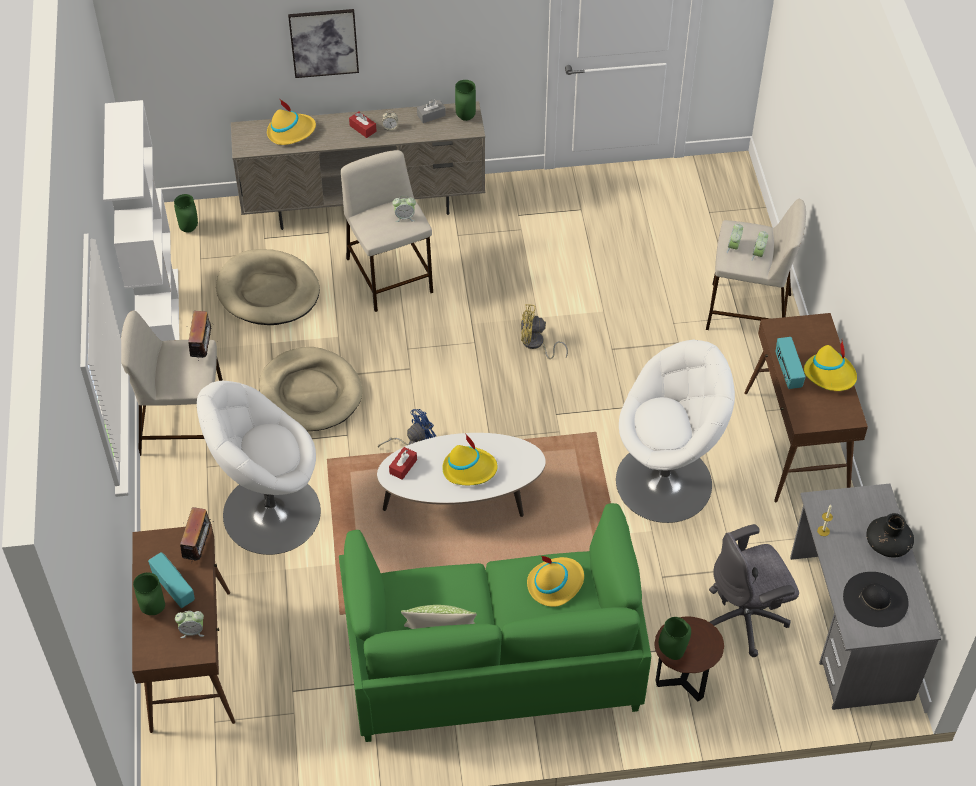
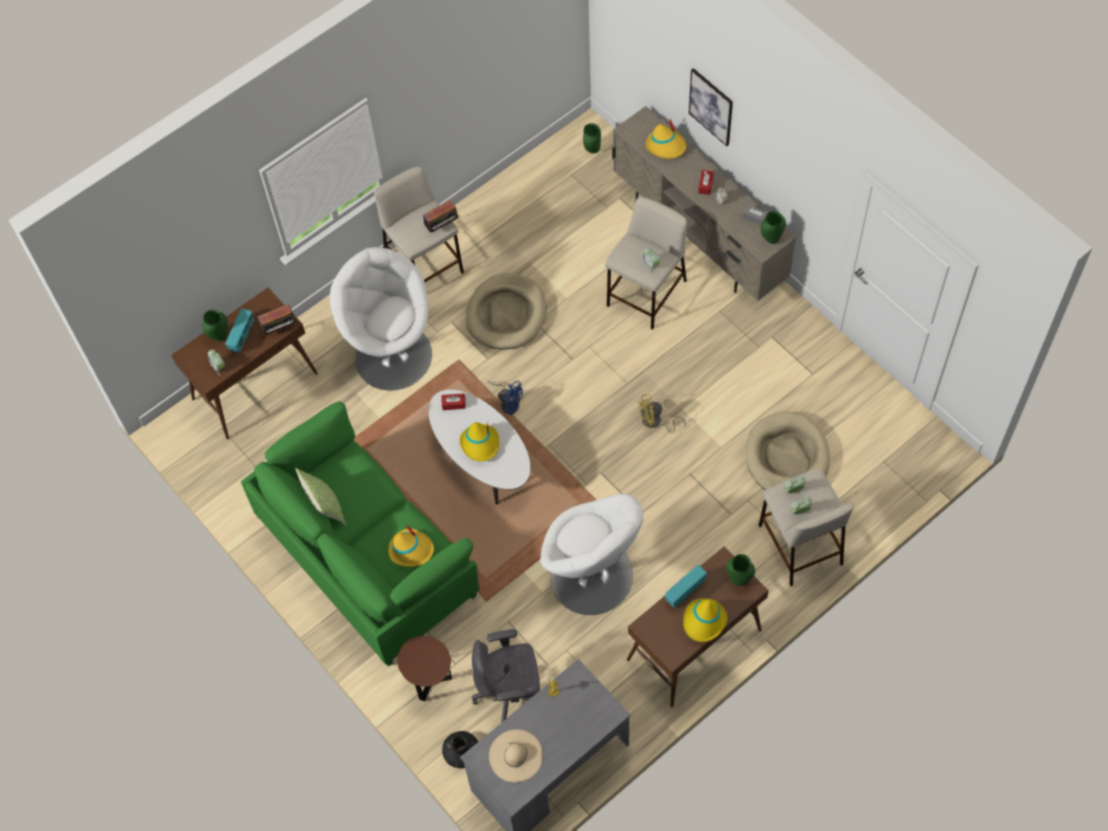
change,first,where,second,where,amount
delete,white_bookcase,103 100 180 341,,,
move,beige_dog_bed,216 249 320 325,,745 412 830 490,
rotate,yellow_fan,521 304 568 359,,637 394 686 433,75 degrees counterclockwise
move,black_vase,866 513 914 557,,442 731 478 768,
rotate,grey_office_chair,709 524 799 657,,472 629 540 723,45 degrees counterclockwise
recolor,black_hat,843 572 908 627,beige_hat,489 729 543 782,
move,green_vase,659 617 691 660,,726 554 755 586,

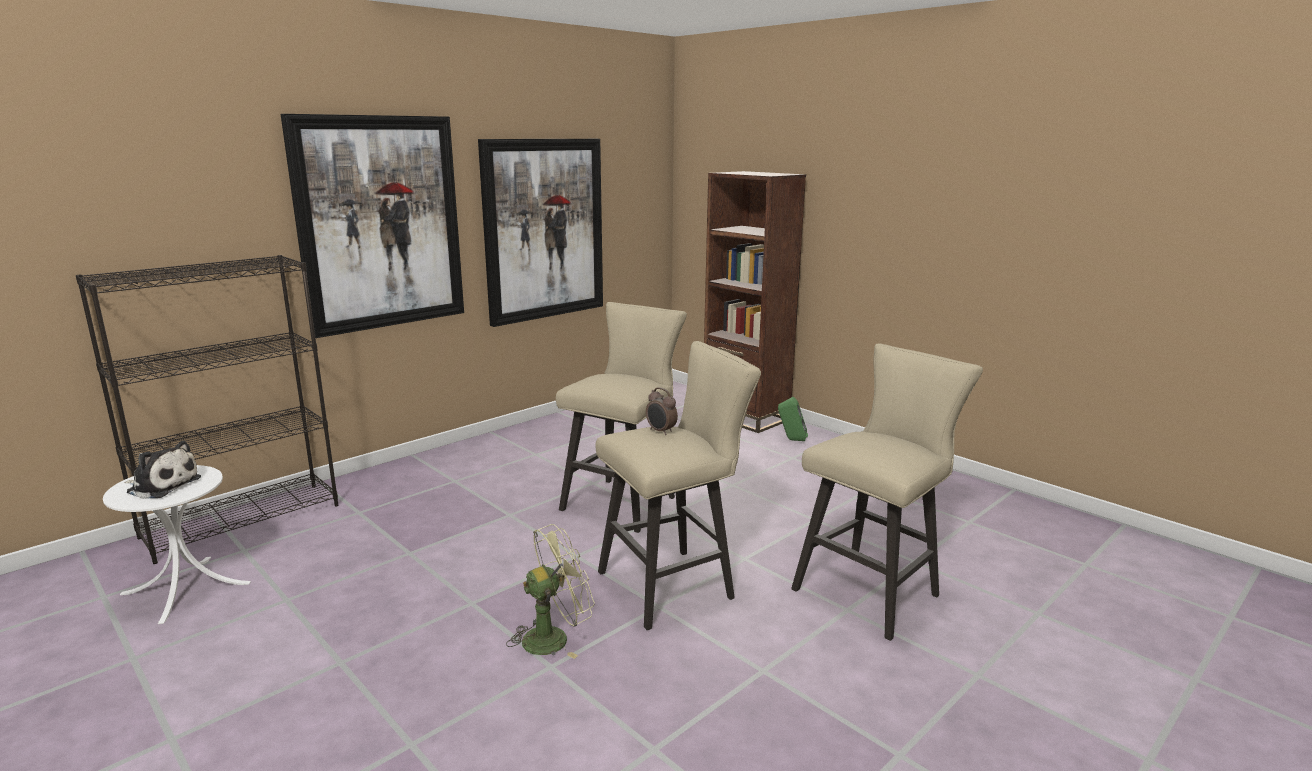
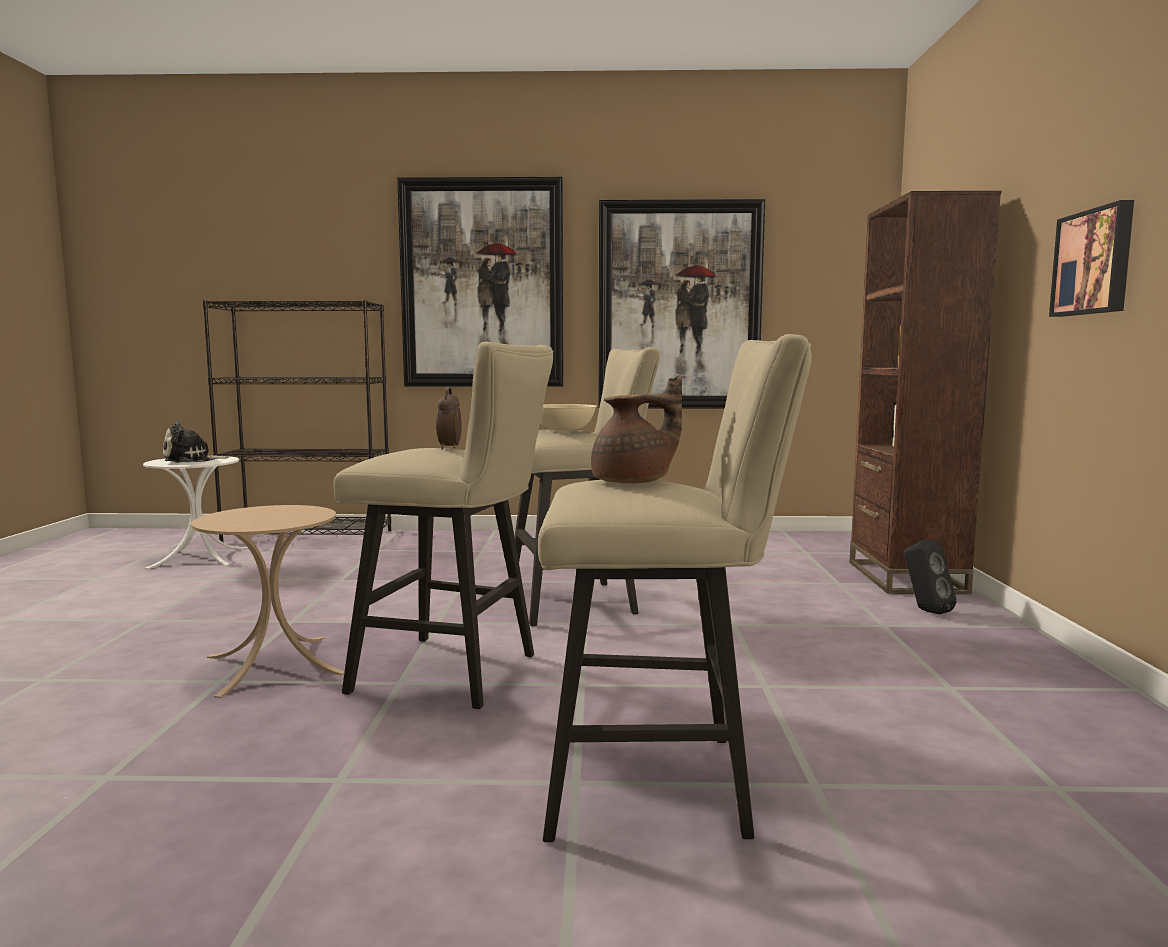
change,first,where,second,where,amount
recolor,green_speaker,778 397 808 441,black_speaker,904 539 956 614,
rotate,plush_toy,124 440 201 499,,163 421 229 463,90 degrees clockwise
replace,green_fan,506 524 595 659,beige_side_table,191 505 345 698,
insert,,,picture,1049 200 1134 317,
insert,,,brown_teapot,591 376 682 483,
insert,,,beige_bowl,540 404 597 431,

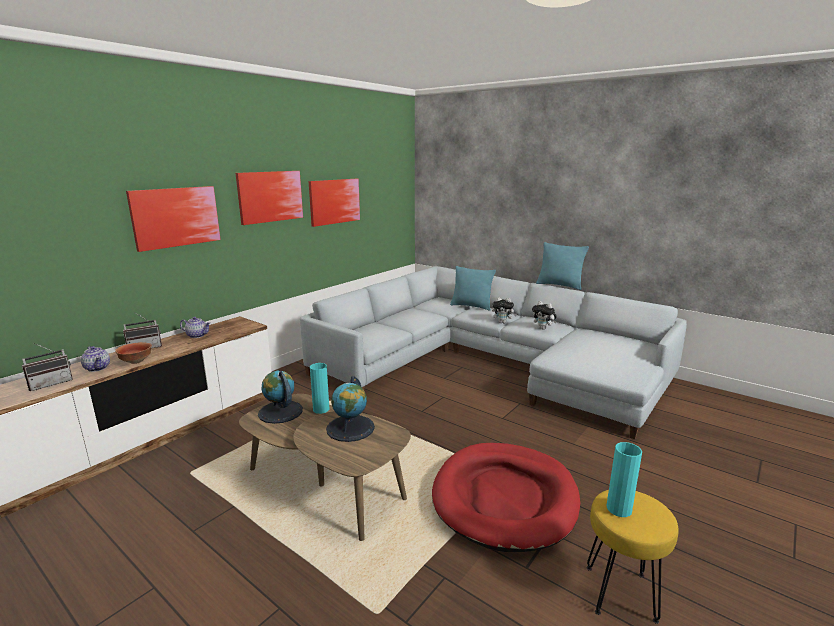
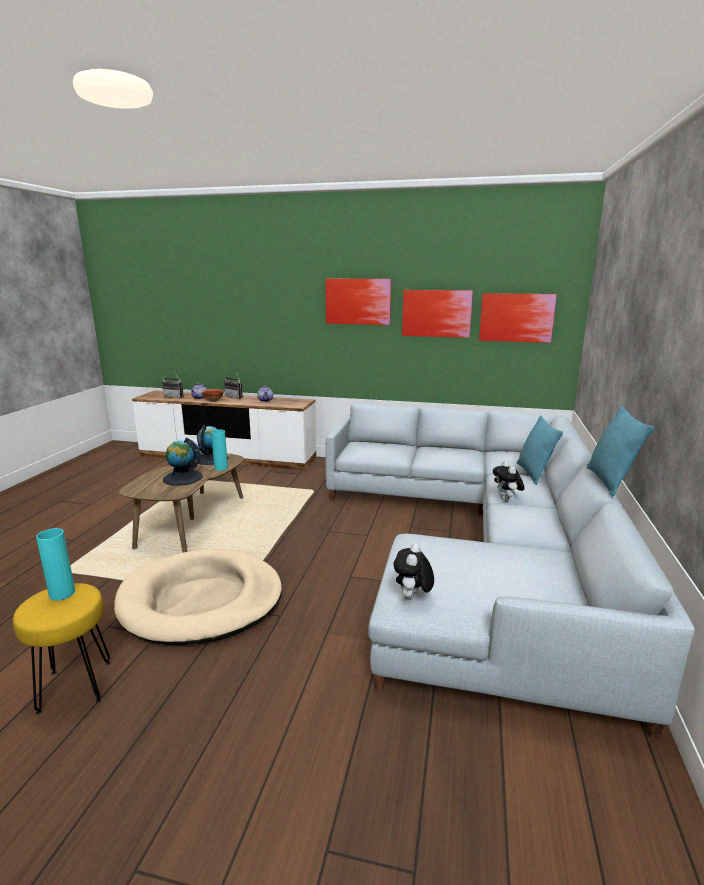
change,first,where,second,where,amount
move,picture,126 186 221 252,,479 293 557 343,
move,plush_toy,532 301 557 330,,394 543 434 600,
recolor,red_dog_bed,432 443 580 552,beige_dog_bed,114 549 282 645,

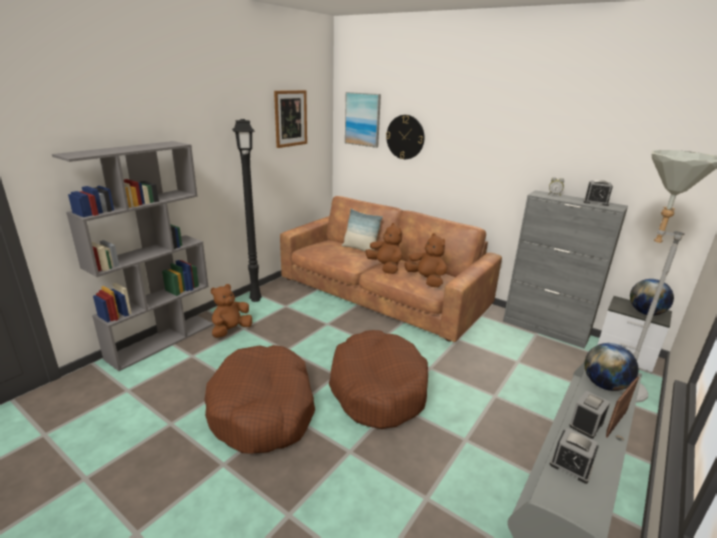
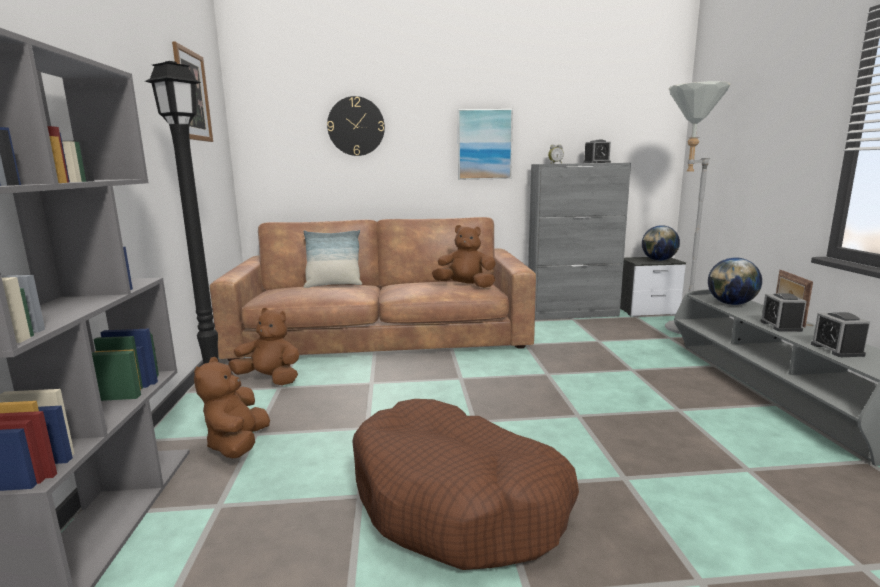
change,first,where,second,where,amount
move,picture,345 92 381 148,,458 109 513 180,
move,brown_plush_toy,366 223 402 274,,228 308 299 385,
delete,brown_dog_bed,329 330 428 429,,,
rotate,alarm_clock,550 428 599 484,,811 312 870 357,90 degrees clockwise

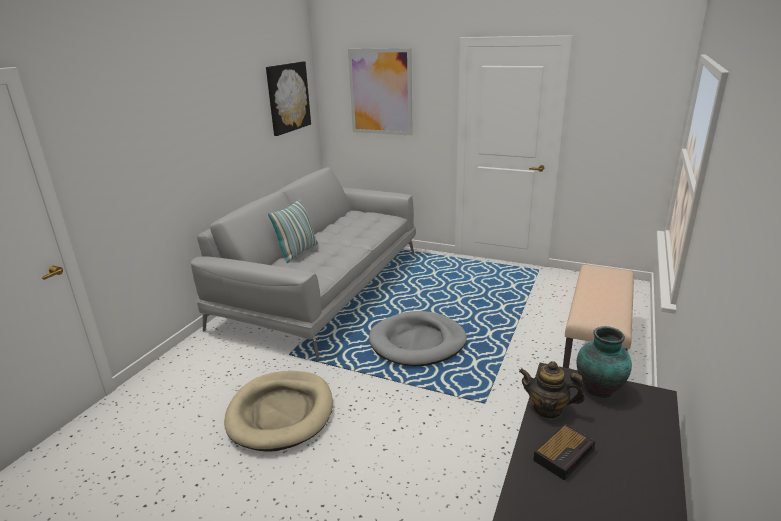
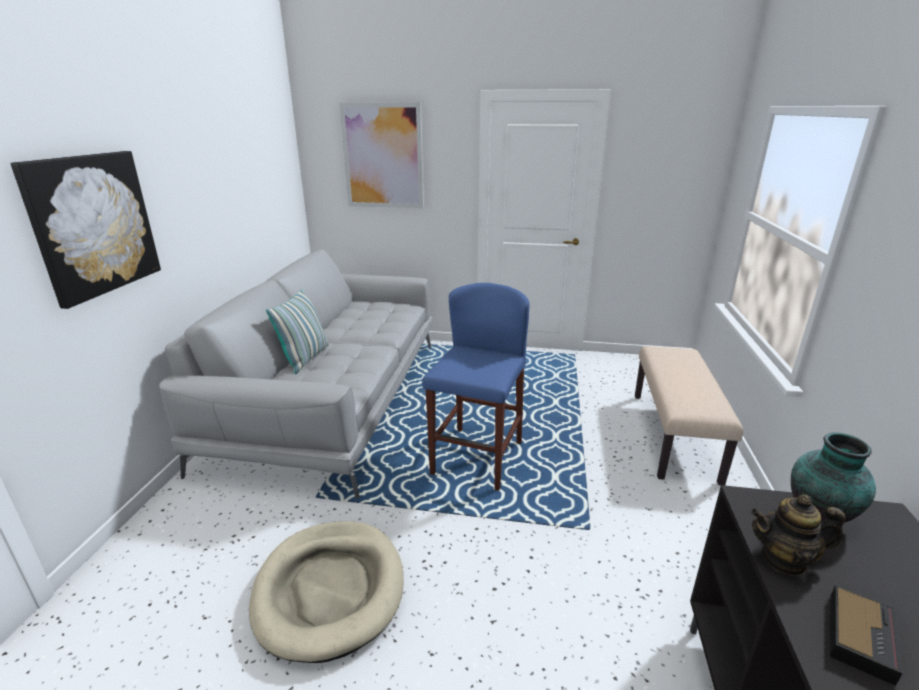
change,first,where,second,where,amount
move,picture,266 61 311 136,,11 151 161 309,
replace,grey_dog_bed,369 311 467 366,blue_stool,422 283 530 491,

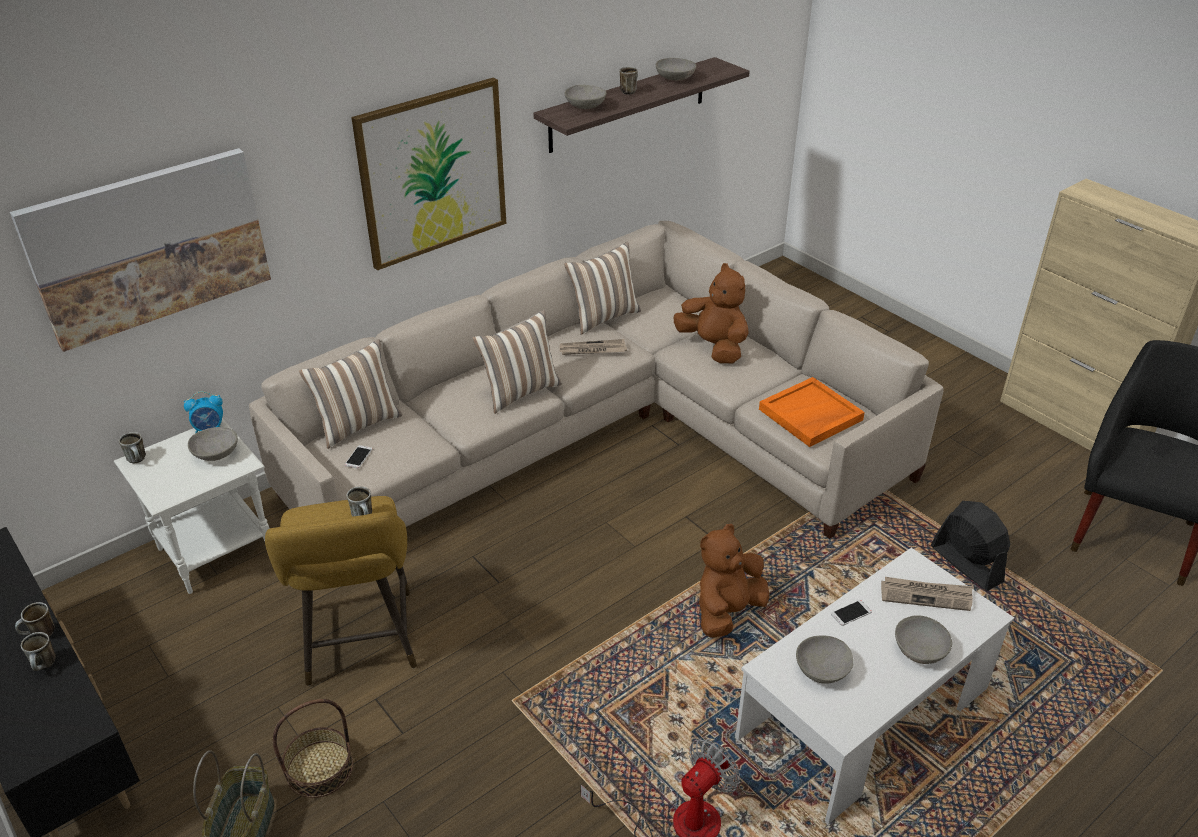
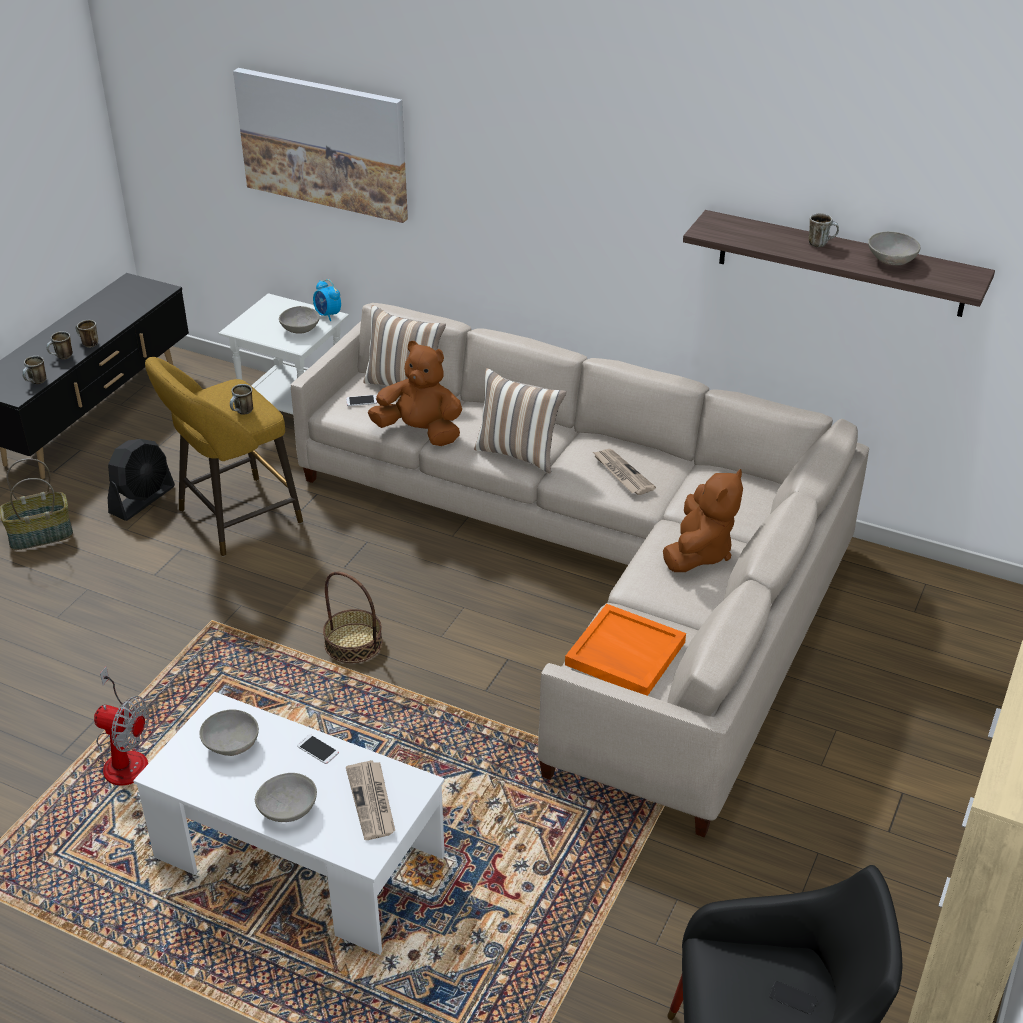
change,first,where,second,where,amount
delete,picture,351 77 506 270,,,
delete,grey_bowl,565 85 606 109,,,
delete,pillow,564 242 641 335,,,
move,mug,119 432 146 464,,22 356 46 384,
move,black_fan,931 501 1010 591,,108 439 175 521,
move,brown_plush_toy,699 524 770 638,,368 341 462 446,
move,basket,273 699 353 798,,323 571 383 663,

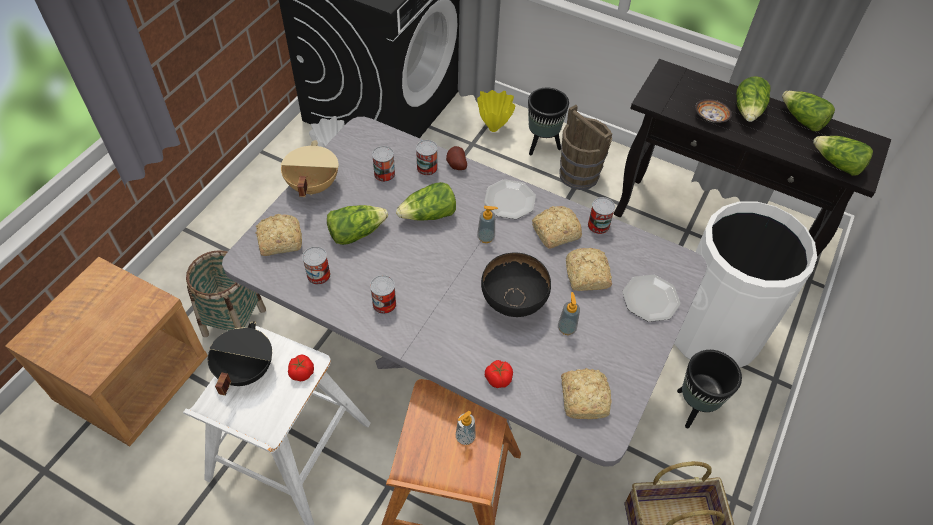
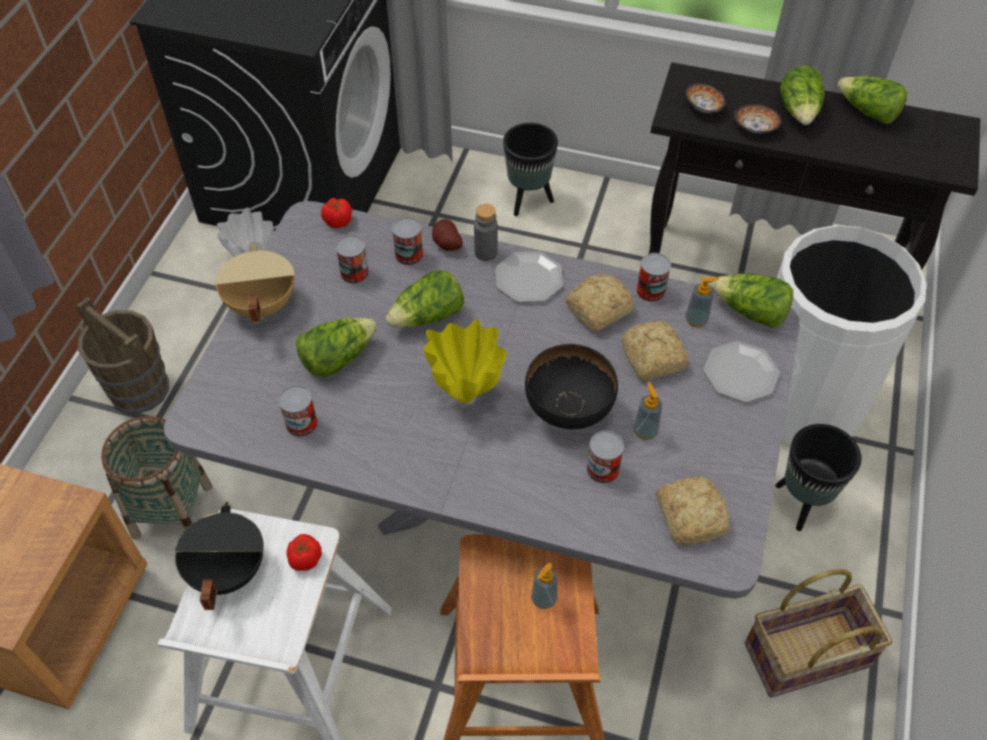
change,first,where,second,where,amount
move,yellow_vase,477 90 515 132,,424 320 507 403,
move,brown_bucket,559 105 613 190,,76 297 169 414,
move,lettuce,813 136 873 176,,711 273 793 328,
move,soap_dispenser,477 206 498 243,,685 277 719 327,
delete,bread,256 214 302 256,,,
move,can,370 275 397 314,,586 431 624 484,
move,tomato,485 360 513 388,,321 198 352 228,
insert,,,bowl,685 83 726 113,
insert,,,grey_bottle,474 204 498 261,

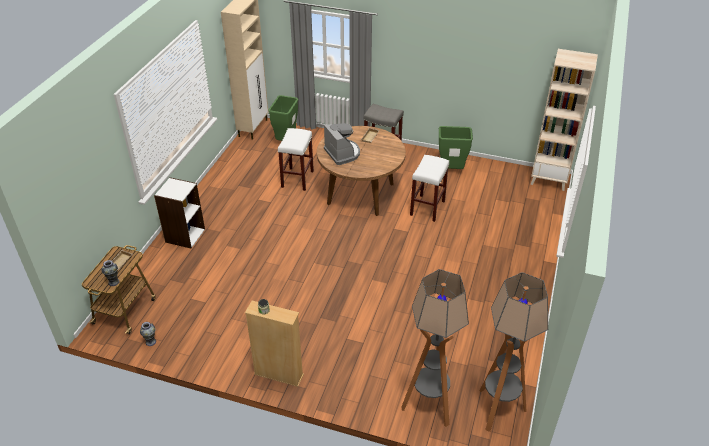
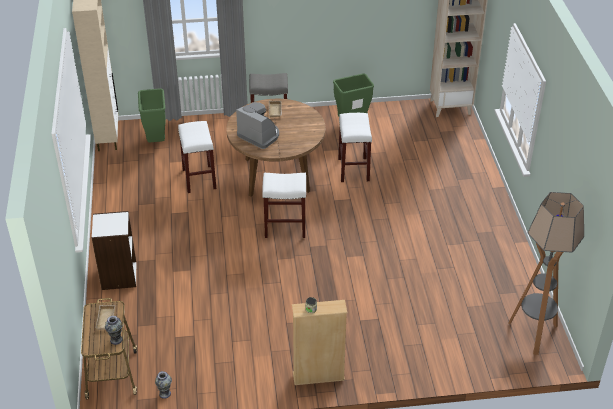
change,first,where,second,where,amount
delete,floor_lamp,402 269 469 427,,,
insert,,,white_stool,262 173 306 238,

